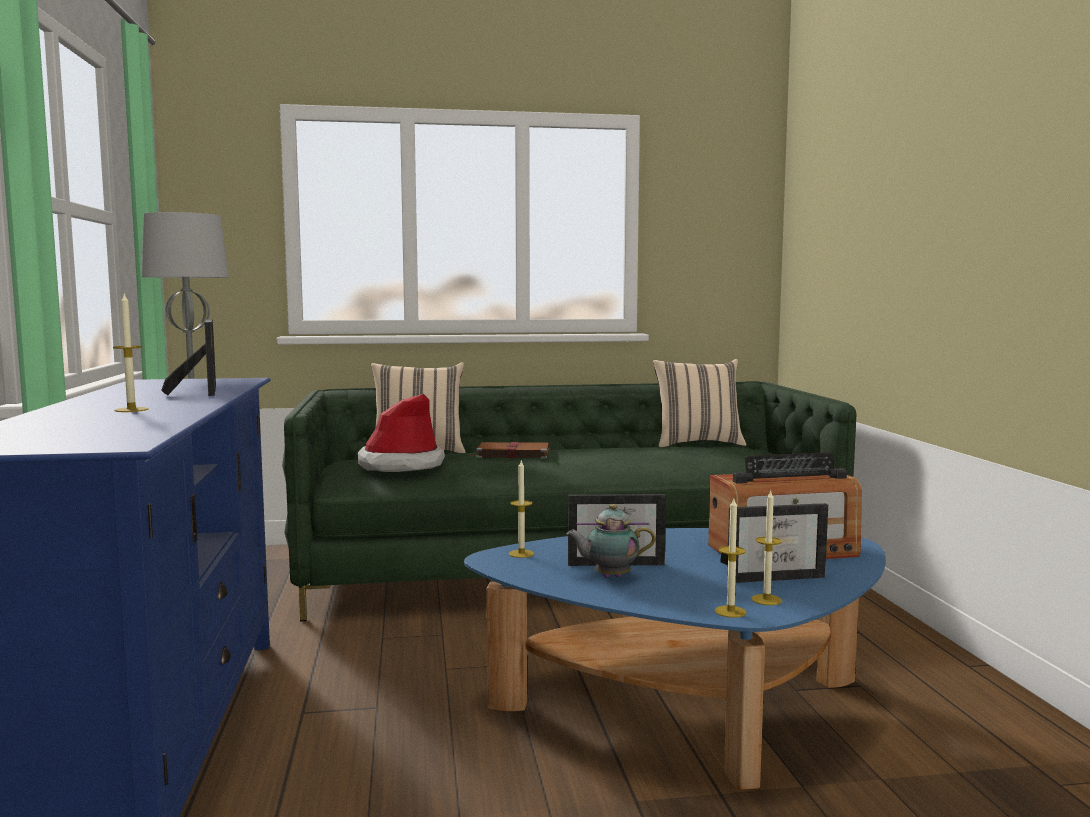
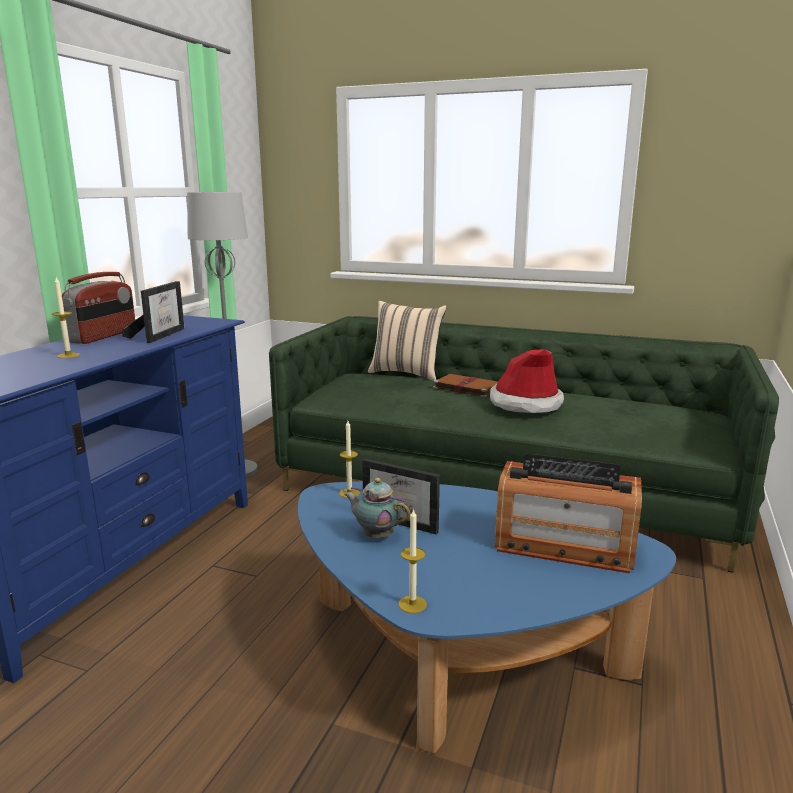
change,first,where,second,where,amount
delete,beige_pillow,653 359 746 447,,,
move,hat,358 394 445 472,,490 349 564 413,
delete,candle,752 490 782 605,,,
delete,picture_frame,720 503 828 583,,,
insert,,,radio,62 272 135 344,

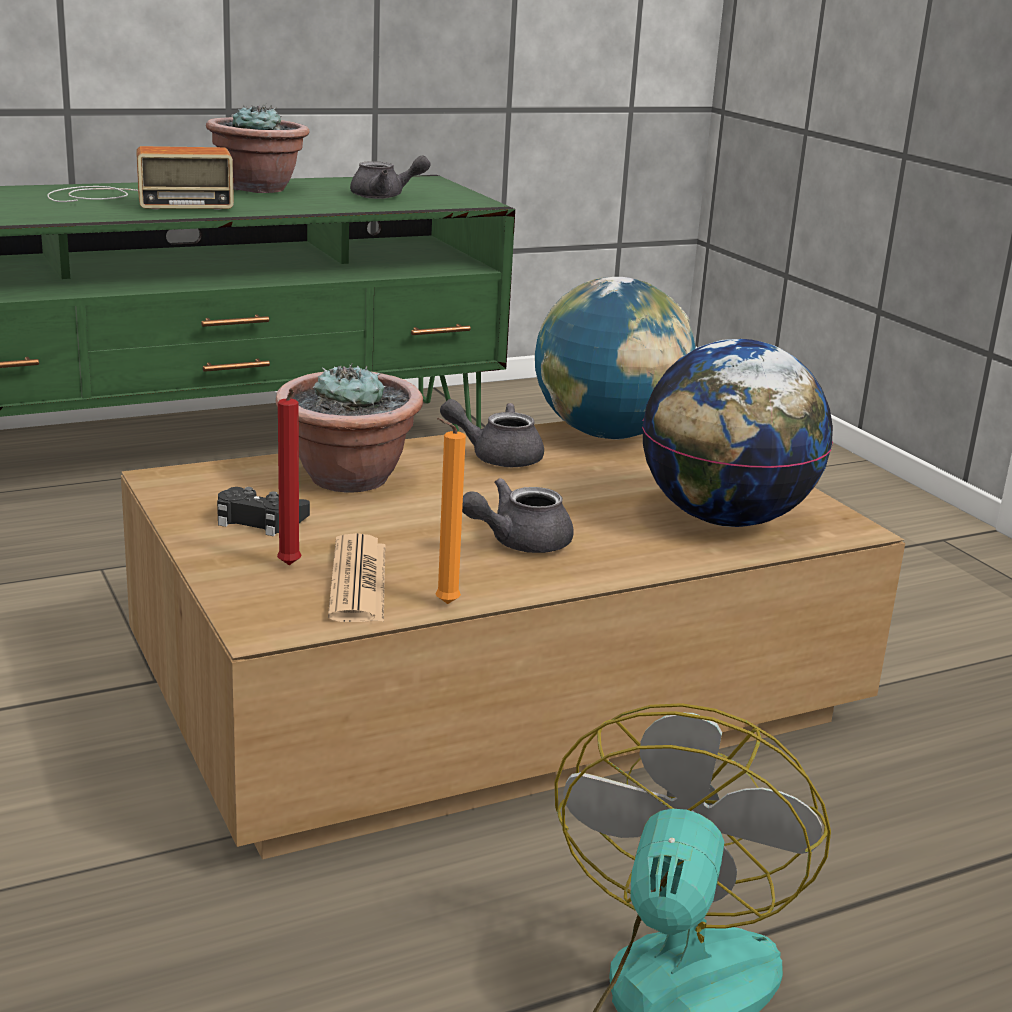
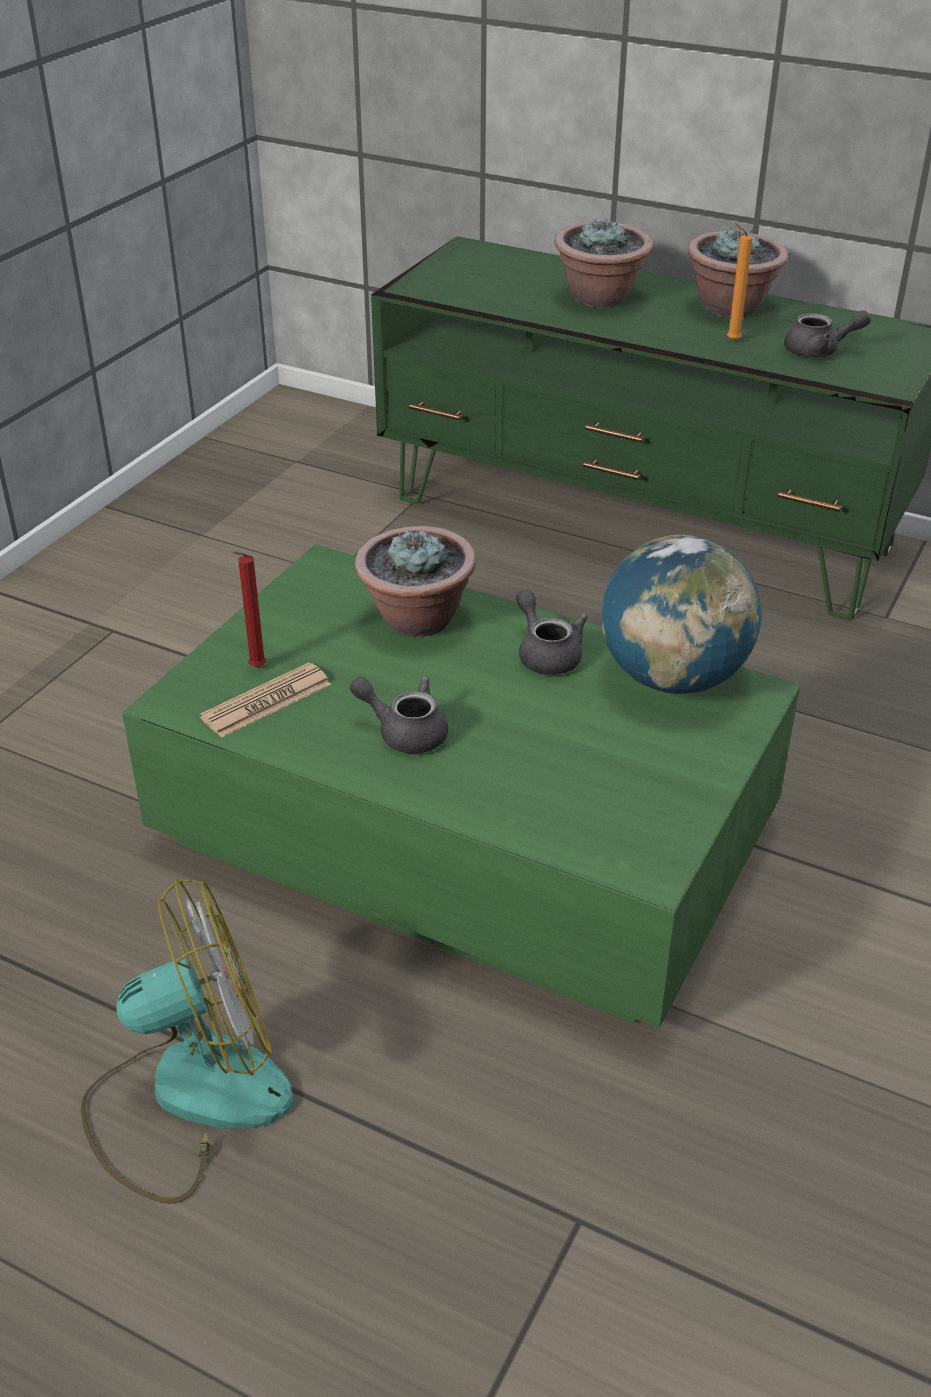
change,first,where,second,where,amount
replace,radio,47 146 234 210,potted_plant,554 217 653 308,
rotate,grey_teapot,350 156 430 199,,784 310 871 358,45 degrees counterclockwise
delete,globe,642 339 833 527,,,
move,orange_candle,436 418 466 604,,727 223 753 341,
recolor,brown_coffee_table,121 421 905 859,green_coffee_table,122 544 800 1029,
delete,black_game_controller,217 487 310 536,,,

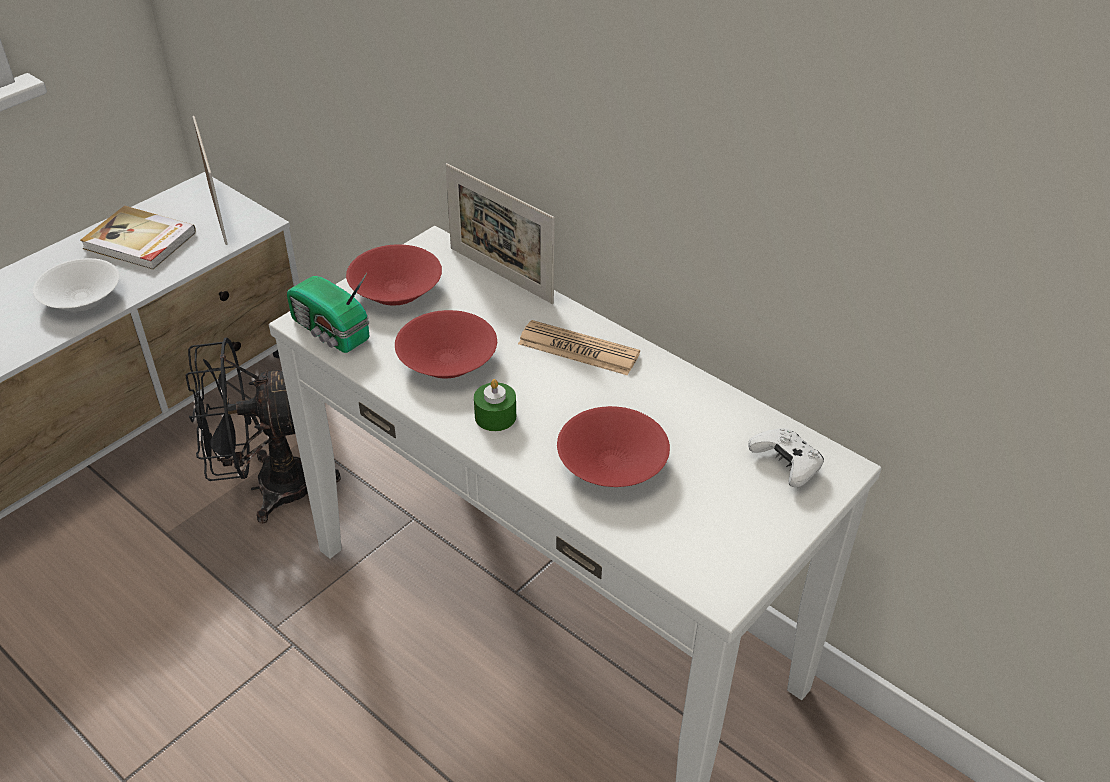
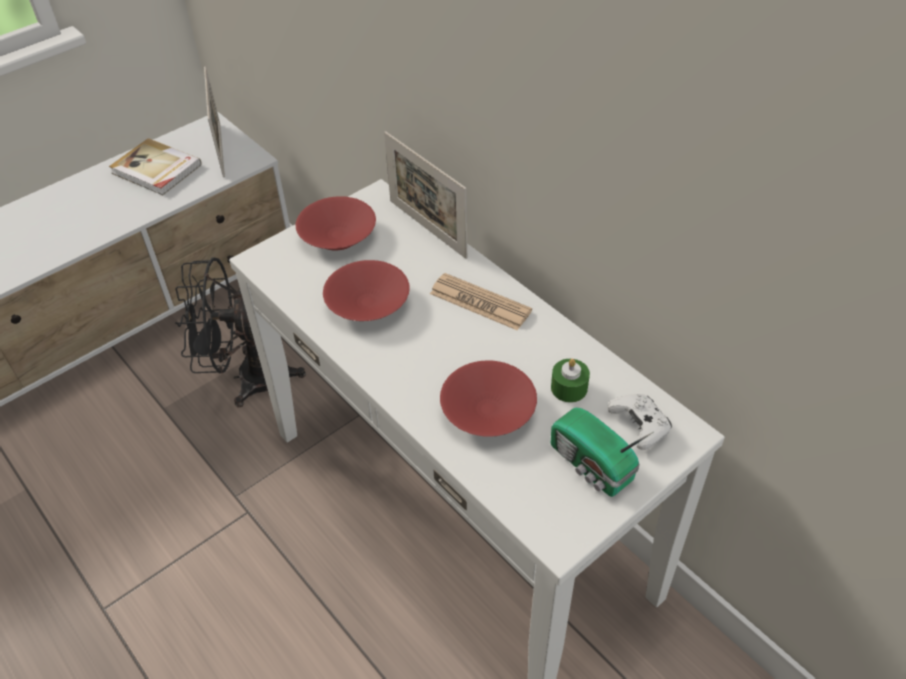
change,first,where,second,where,amount
delete,white_bowl,33 258 120 312,,,
move,radio,287 273 369 353,,551 408 653 497,
move,green_candle,474 379 516 431,,551 359 590 403,

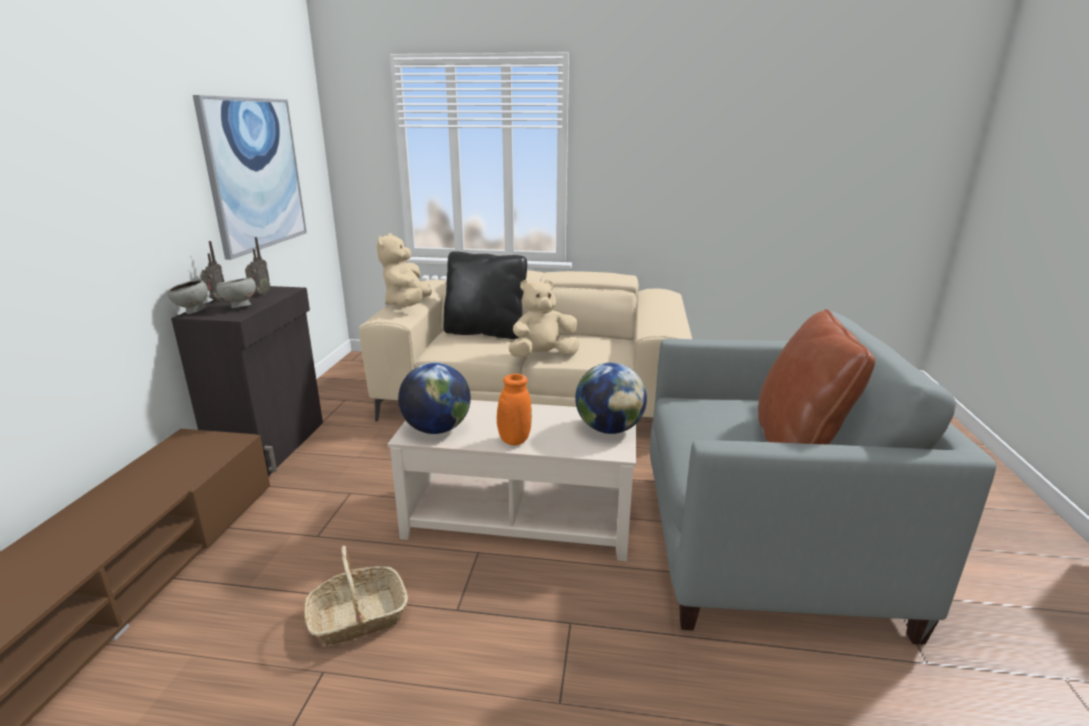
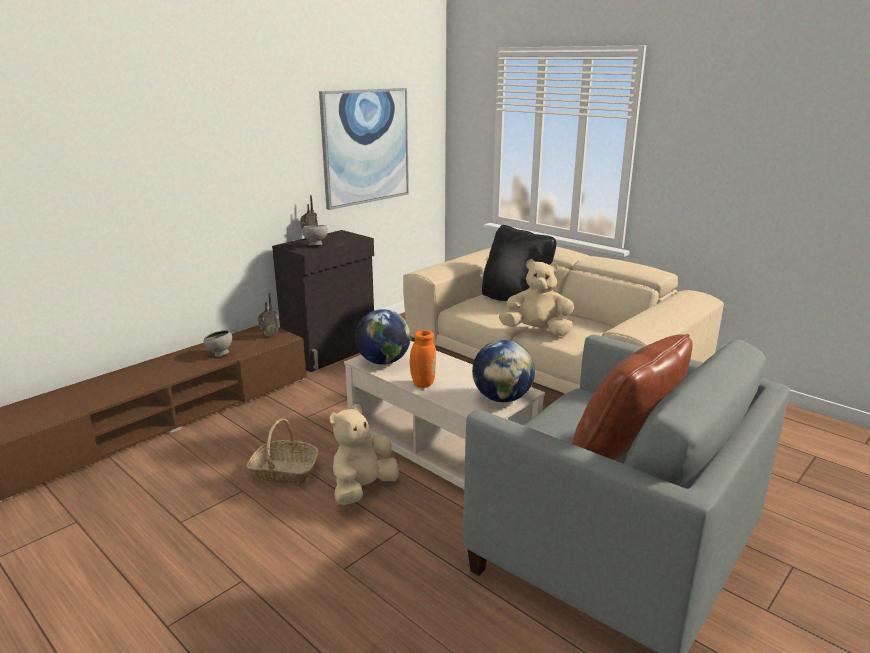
change,first,where,second,where,amount
move,beige_plush_toy,377 233 432 307,,330 404 399 505,
move,radio,245 237 270 295,,258 293 278 337,
move,grey_bowl,167 280 208 314,,204 330 232 357,

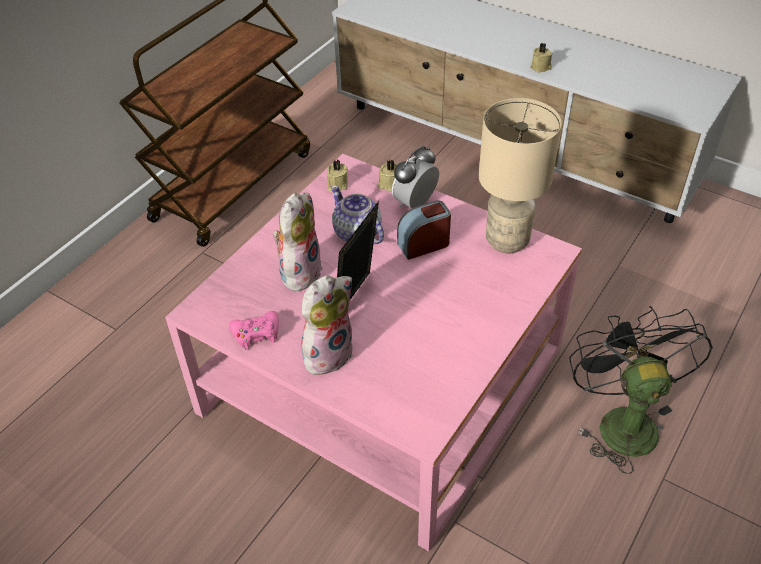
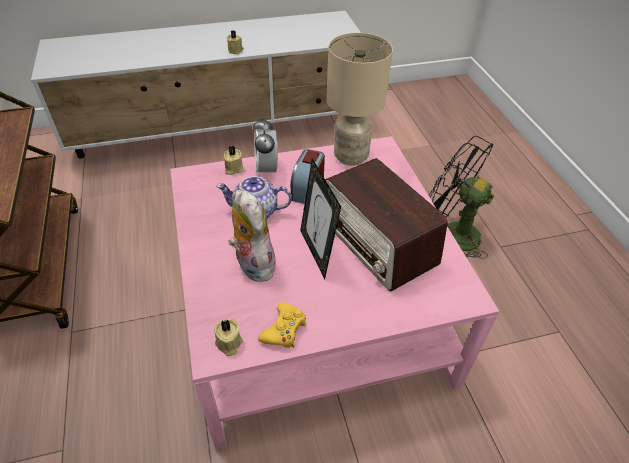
change,first,where,second,where,amount
move,beige_candle,327 160 348 192,,214 319 243 356,
delete,plush_toy,301 275 353 375,,,
recolor,pink_game_controller,229 311 279 350,yellow_game_controller,258 302 307 348,
insert,,,radio,325 158 448 291,

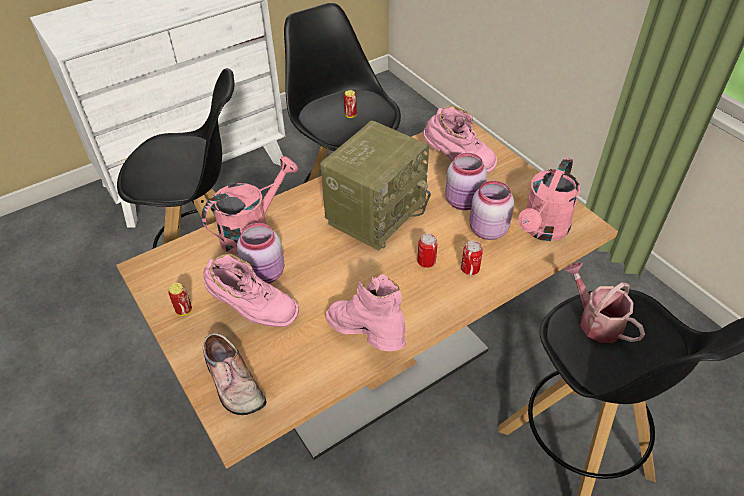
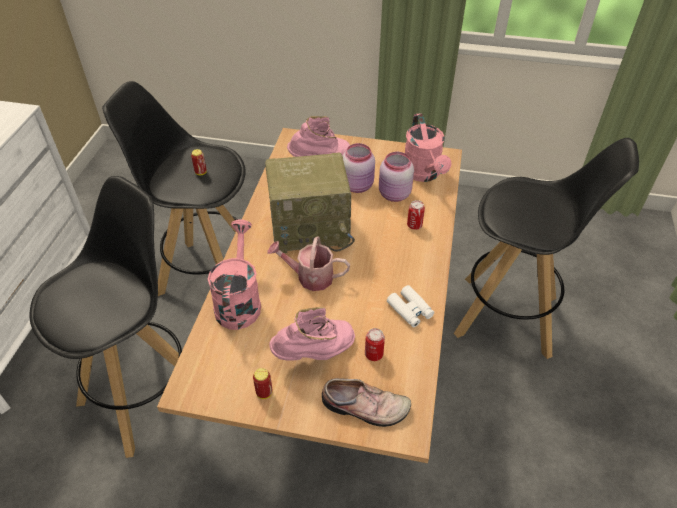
change,first,where,second,where,amount
rotate,radio,320 121 431 251,,265 153 355 253,90 degrees clockwise
delete,pink_jar,237 223 284 284,,,
move,can,417 233 437 268,,365 328 385 361,
move,watering_can,564 262 645 343,,267 236 350 291,
replace,pink_boot,325 274 406 351,white_binoculars,387 285 434 327,

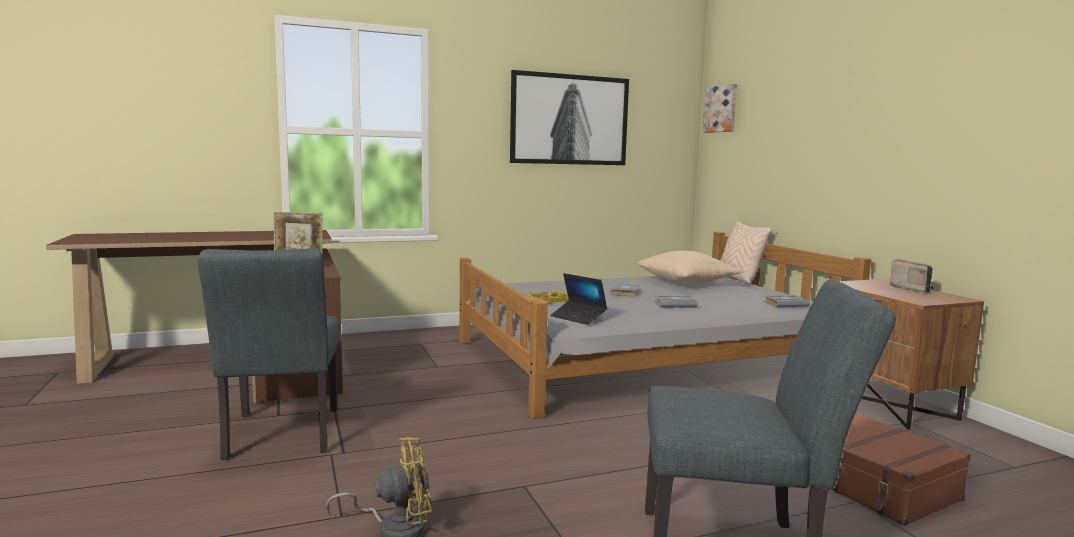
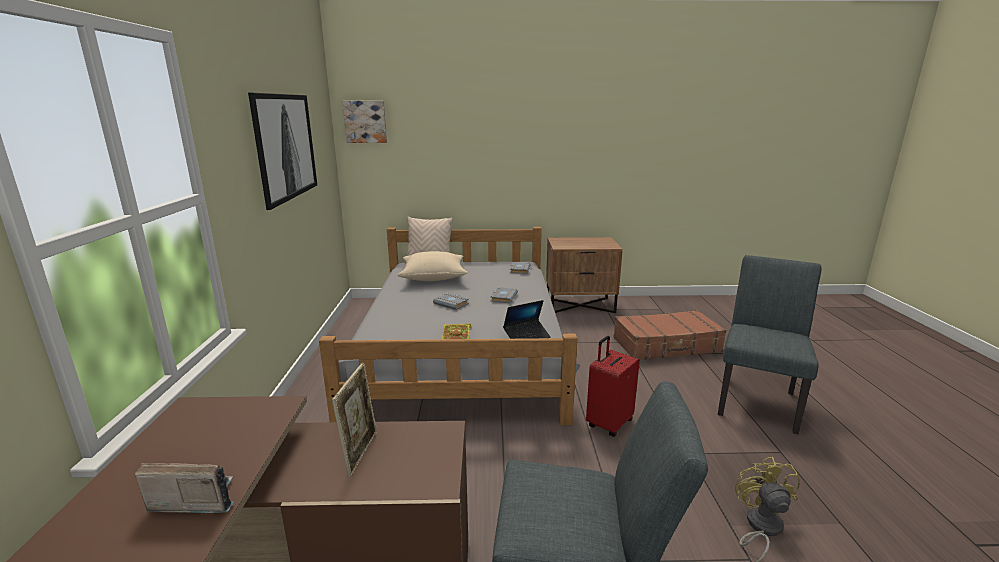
change,first,where,second,where,amount
move,radio,890 259 936 293,,135 463 233 513,
insert,,,red_suitcase,586 336 640 437,

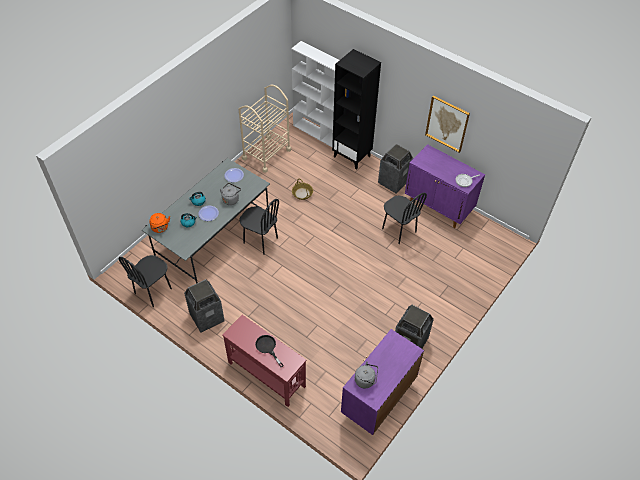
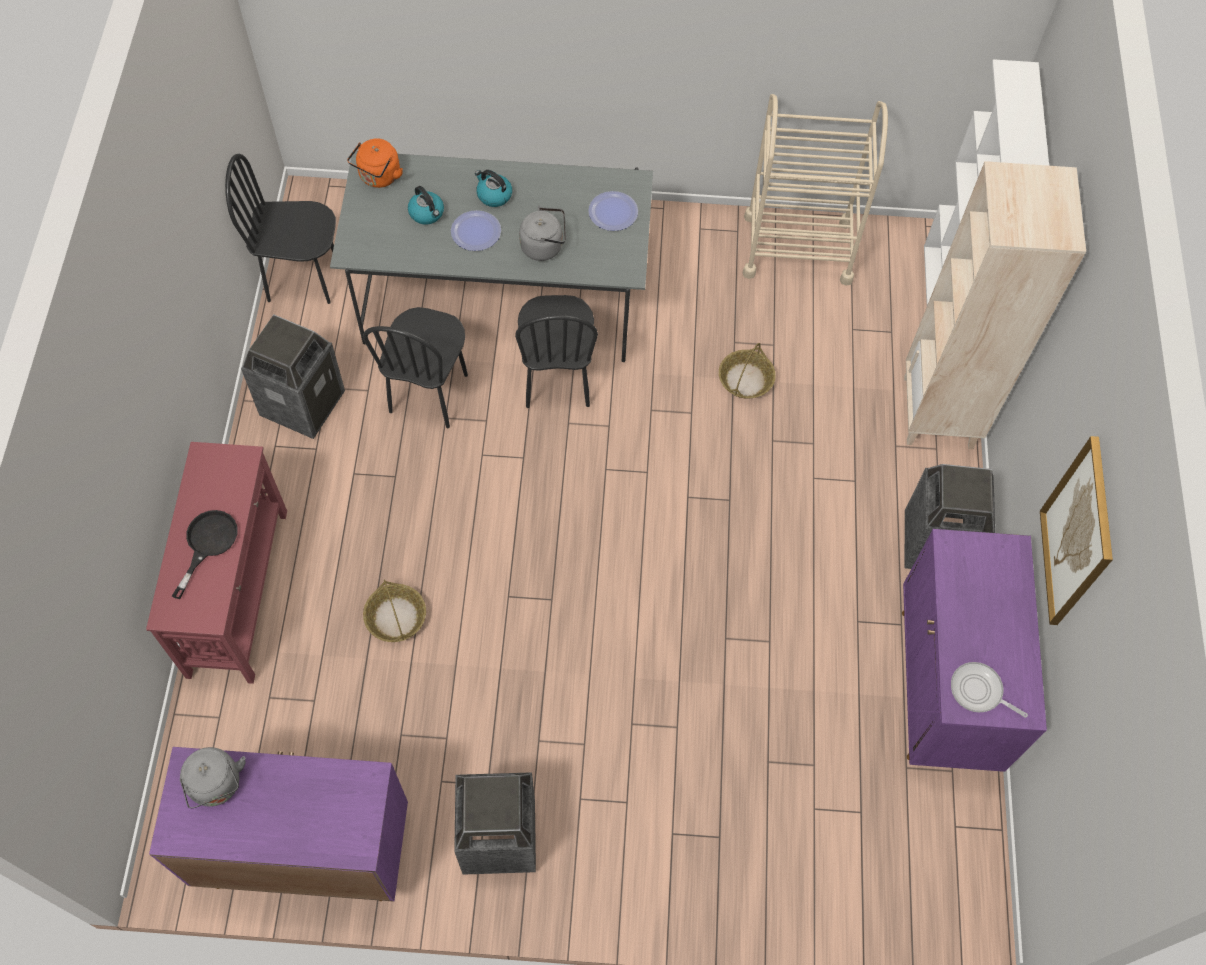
change,first,where,second,where,amount
recolor,black_bookcase,332 49 381 170,beige_bookcase,904 161 1086 449,
move,black_chair,382 193 427 244,,363 307 468 428,
insert,,,basket,363 579 426 642,

